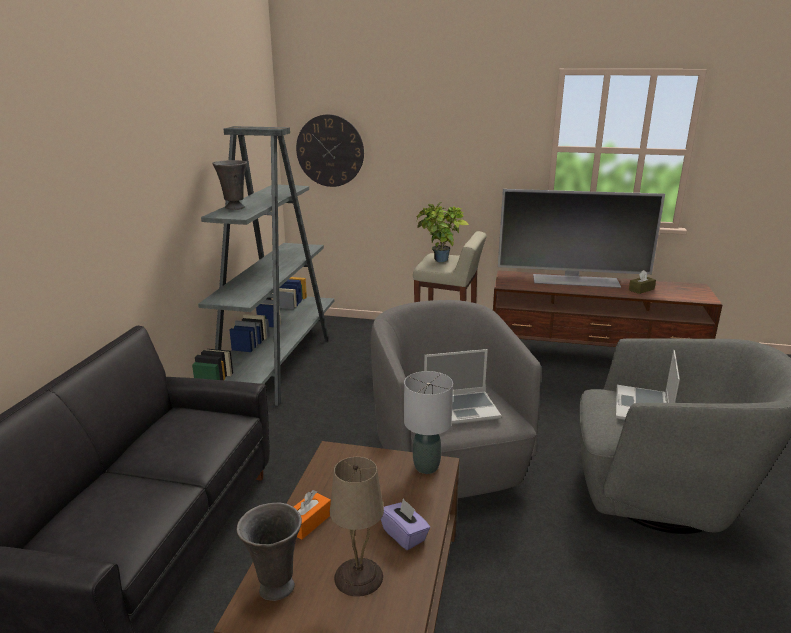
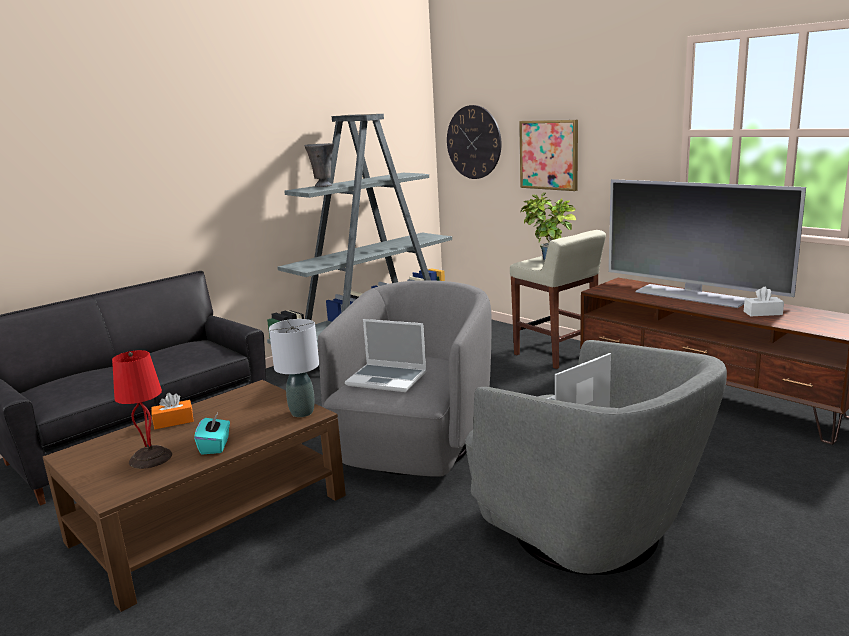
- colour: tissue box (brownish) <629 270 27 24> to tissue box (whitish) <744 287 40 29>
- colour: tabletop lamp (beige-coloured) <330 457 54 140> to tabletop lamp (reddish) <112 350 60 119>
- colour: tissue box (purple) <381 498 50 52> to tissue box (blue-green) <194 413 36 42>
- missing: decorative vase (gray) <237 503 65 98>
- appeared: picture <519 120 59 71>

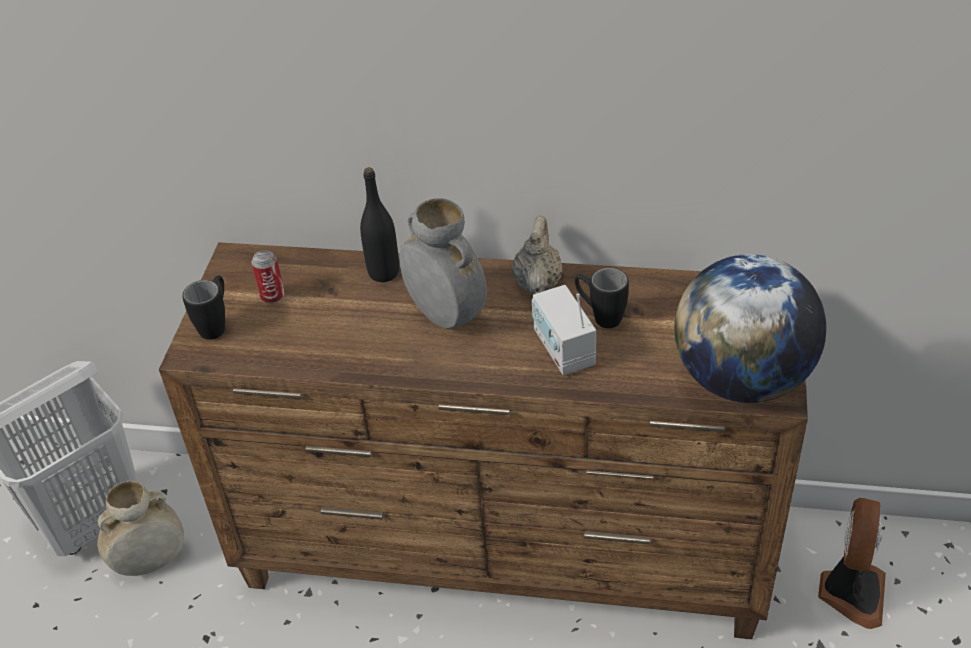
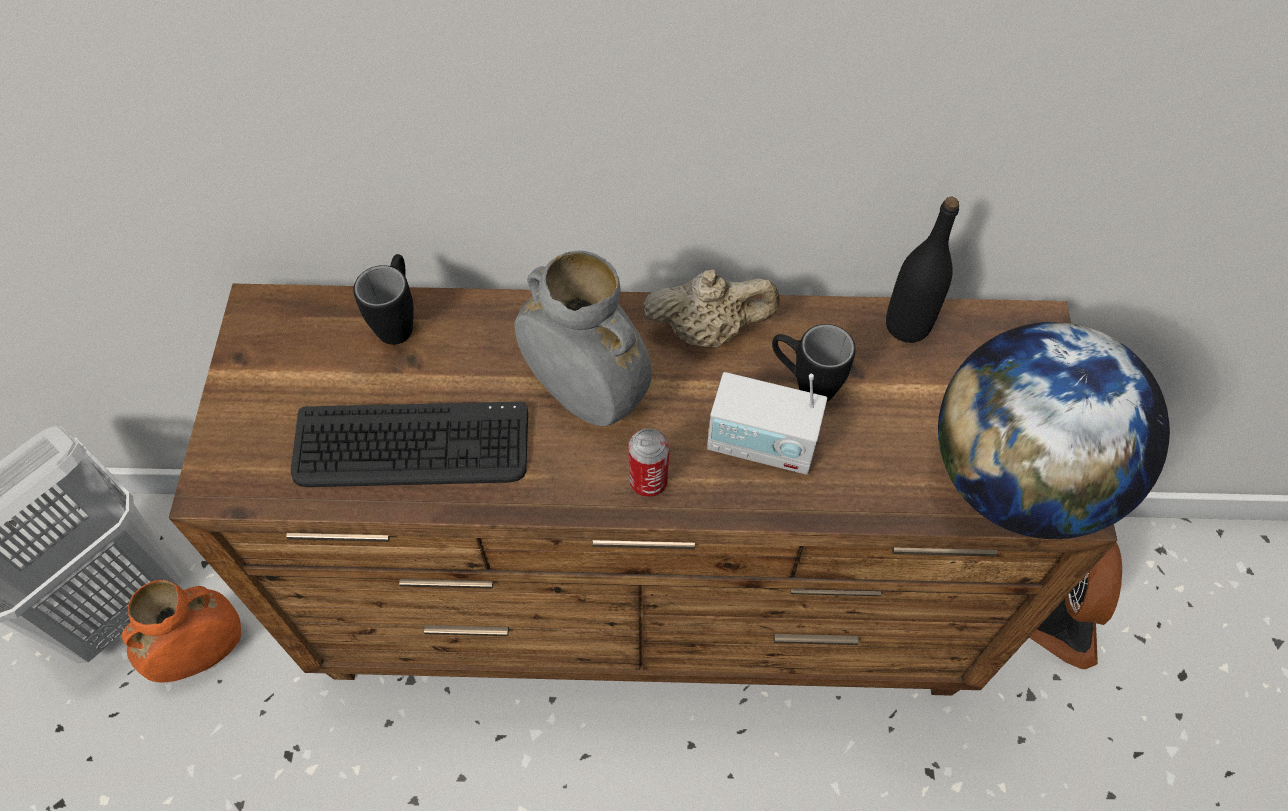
- relocated: beverage bottle (black-coloured) <360 167 39 115> to <886 197 73 146>
- spun: pot for tea (beige-coloured) <512 215 50 80> = <643 269 137 78> 90 degrees clockwise
- relocated: sealed can <251 250 34 53> to <628 428 42 69>
- relocated: mug (black-coloured) <182 276 43 64> to <354 254 60 91>
- spun: radio set <532 285 64 90> = <707 372 120 103> 45 degrees counterclockwise
- colour: decorative vase (beige-coloured) <97 481 87 95> to decorative vase (orange) <122 580 119 103>
- appeared: keyboard <291 402 237 85>

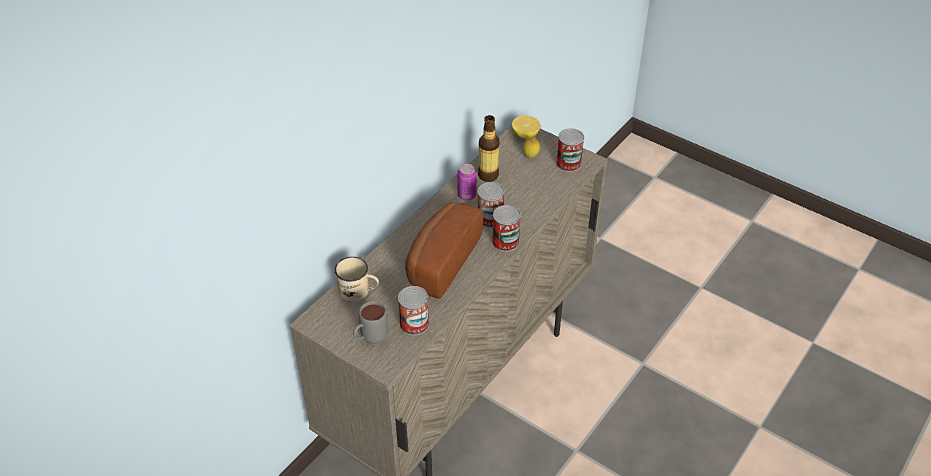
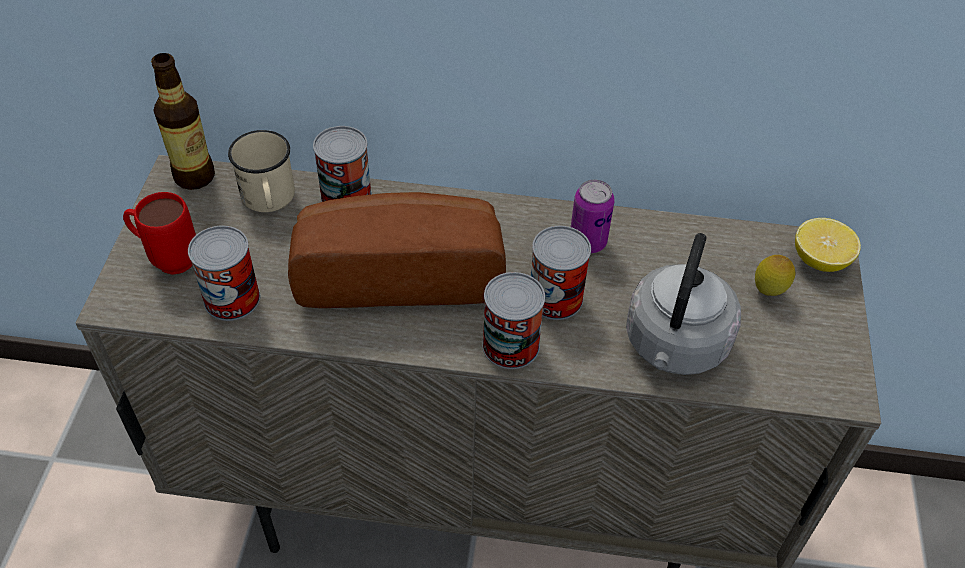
- relocated: beverage bottle <478 115 22 67> to <151 53 64 137>
- relocated: sealed can <556 128 28 44> to <313 126 59 76>
- colour: mug (gray) <353 301 35 44> to mug (reddish) <123 192 73 83>
- appeared: tea kettle (gray) <626 233 115 142>

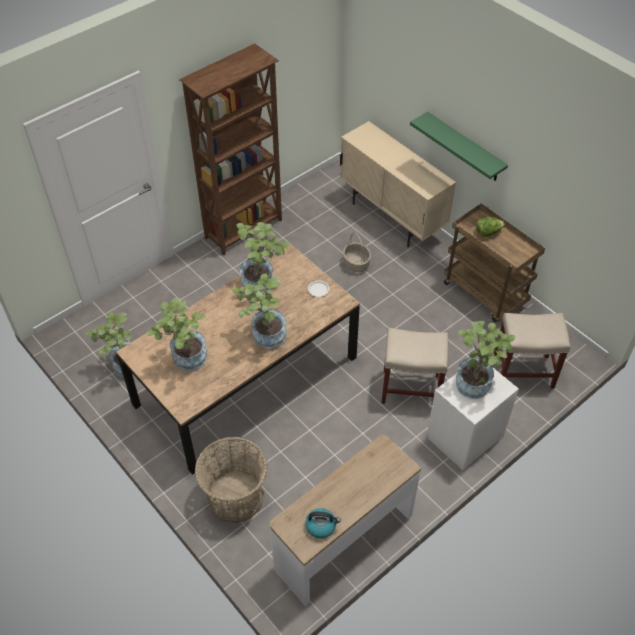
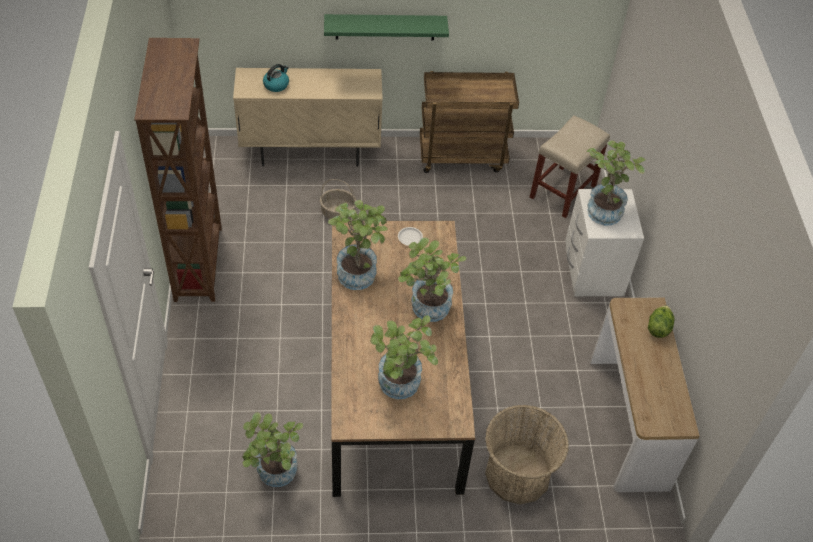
- relocated: lettuce <476 217 28 20> to <648 305 26 33>
- missing: stool (beige-coloured) <381 328 67 76>
- relocated: tea kettle <305 508 36 30> to <263 64 26 28>

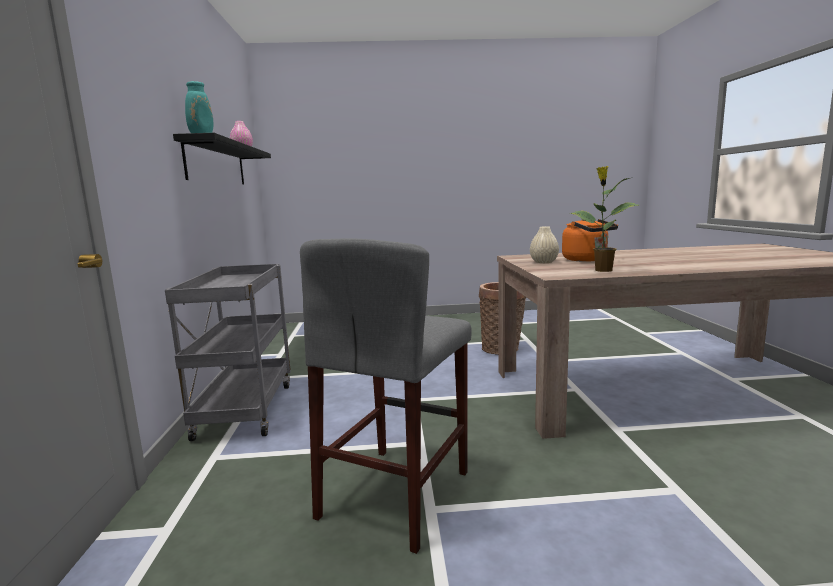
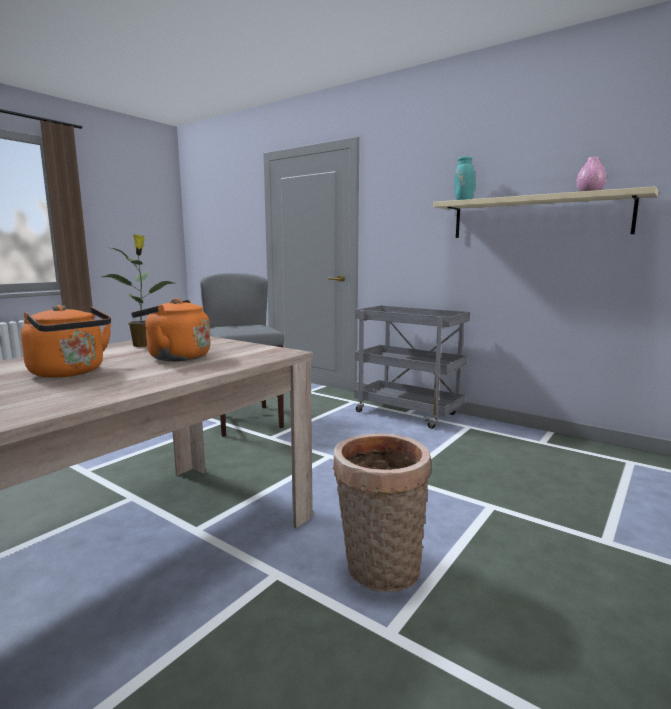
- colour: shelf (black-coloured) <173 133 98 52> to shelf (beige-coloured) <433 186 225 52>
- missing: decorative vase (beige-coloured) <530 226 29 37>
- appeared: tea kettle (orange) <21 305 90 73>

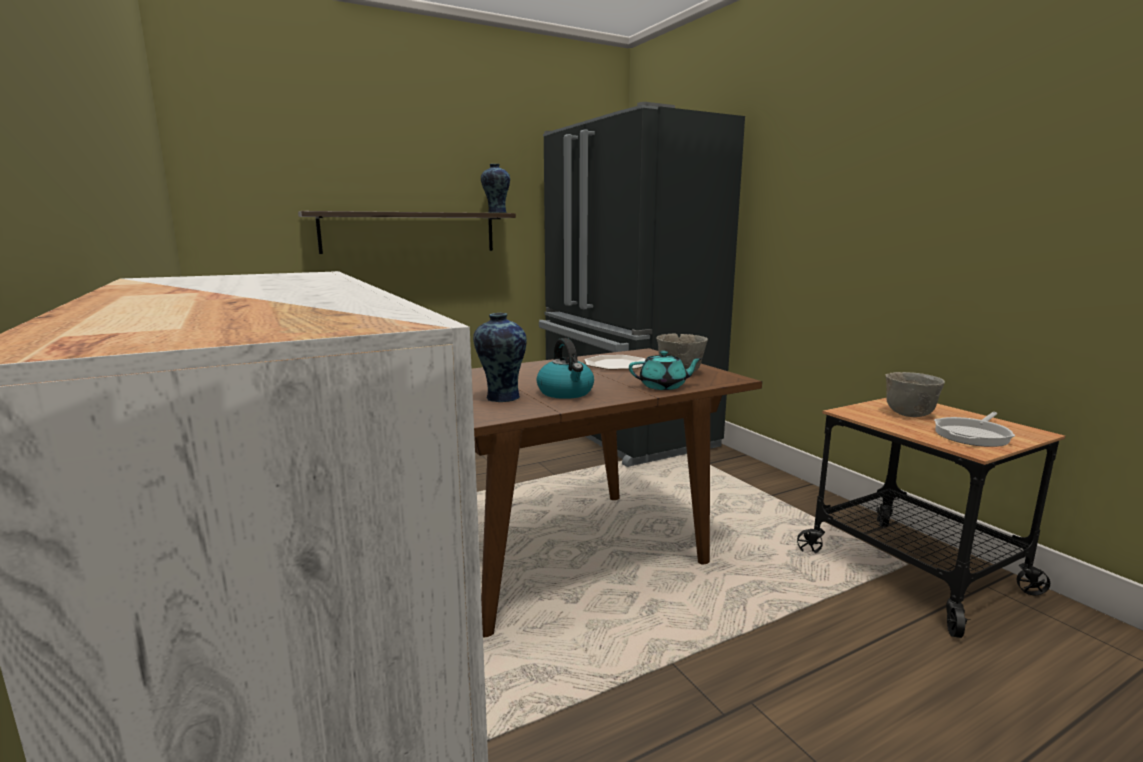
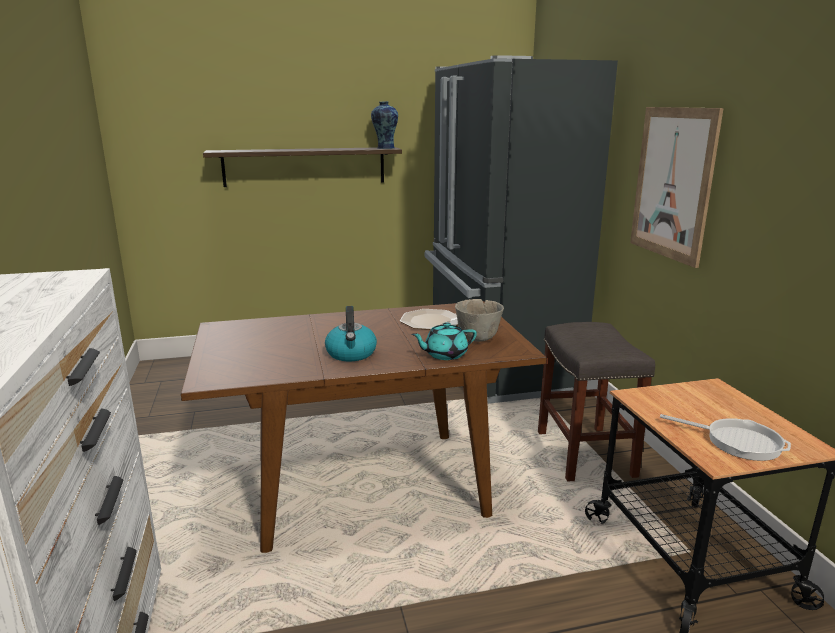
- missing: decorative vase <473 313 54 89>
- spun: pot for tea (blue-green) <629 351 74 39> = <411 322 66 38> 150 degrees clockwise
- missing: serving bowl (gray) <885 372 60 45>
- spun: pan <934 412 81 35> = <660 414 131 47> 120 degrees counterclockwise
- appeared: picture <630 107 94 161>
- appeared: stool (gray) <538 322 117 160>

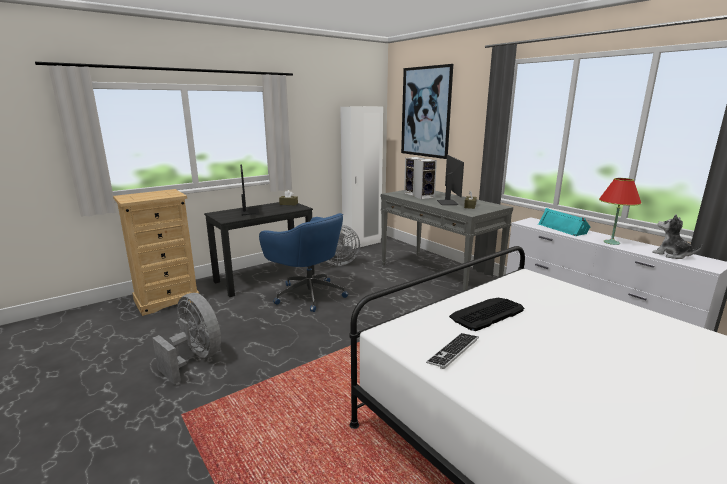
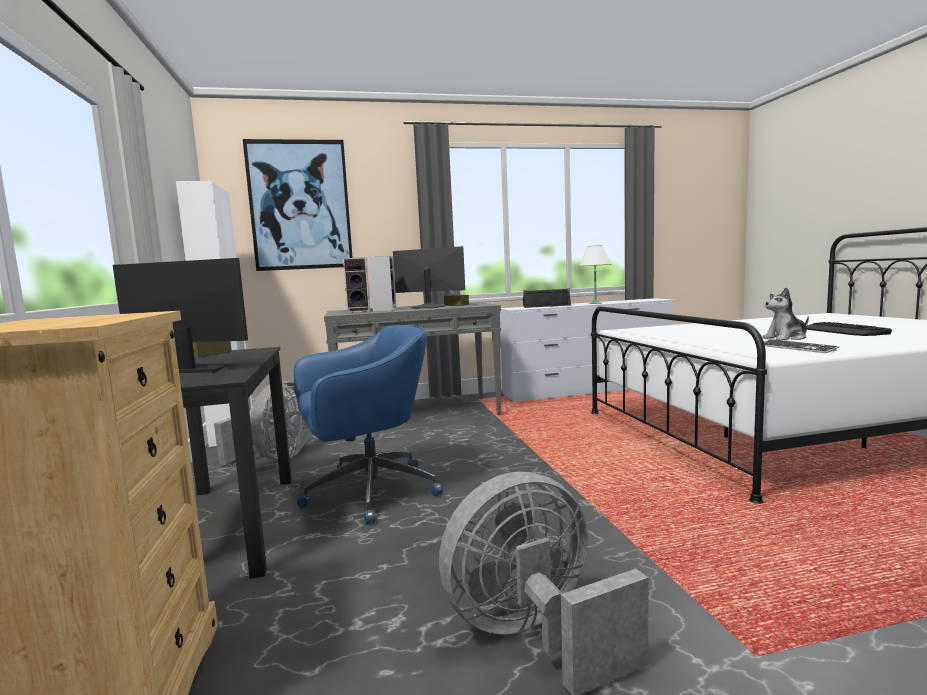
- colour: tabletop lamp (reddish) <599 178 43 67> to tabletop lamp (whitish) <579 245 33 59>
- colour: loudspeaker (blue-green) <538 208 53 28> to loudspeaker (black-coloured) <523 288 48 20>
- relocated: plush toy <652 214 50 45> to <762 287 47 53>
- relocated: keyboard <449 298 75 33> to <806 322 86 14>

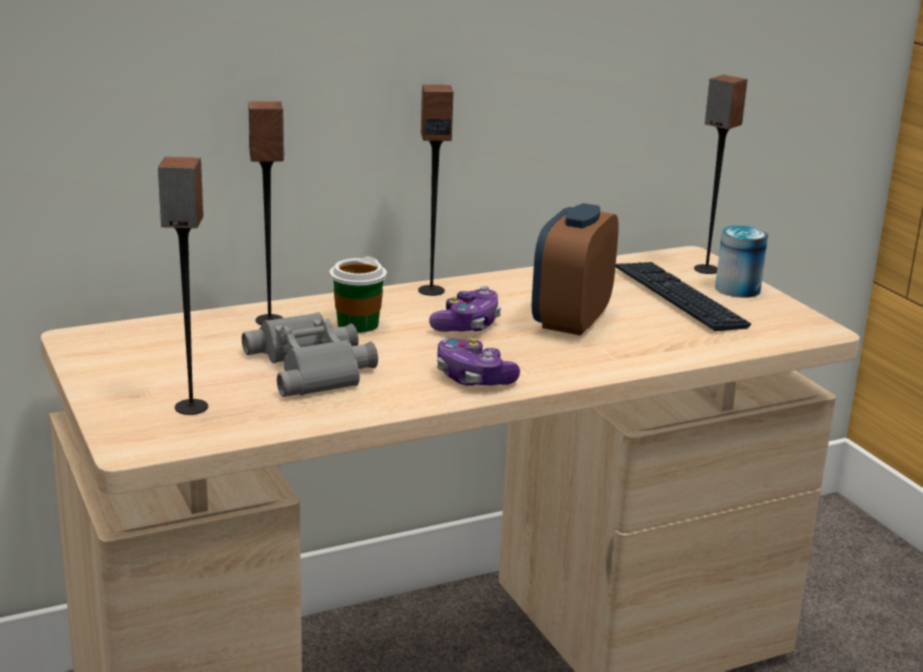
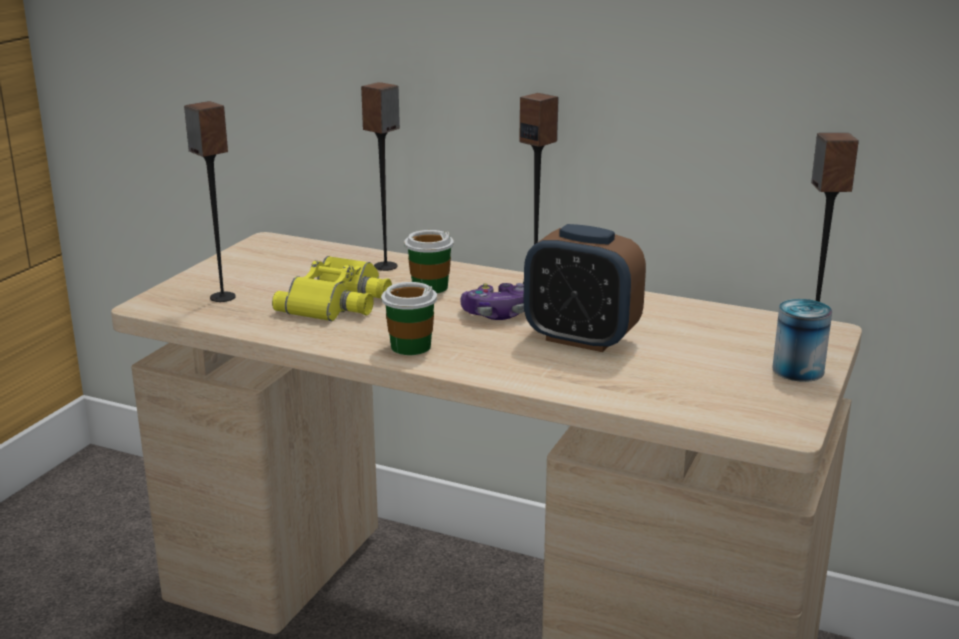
- spun: alarm clock <532 203 87 133> = <523 224 123 128> 135 degrees counterclockwise
- missing: keyboard <616 262 135 69>
- colour: field glasses (gray) <242 312 136 85> to field glasses (yellow-coloured) <272 256 120 65>
- exchanged: gamepad <437 338 83 48> to small cup <381 282 56 73>

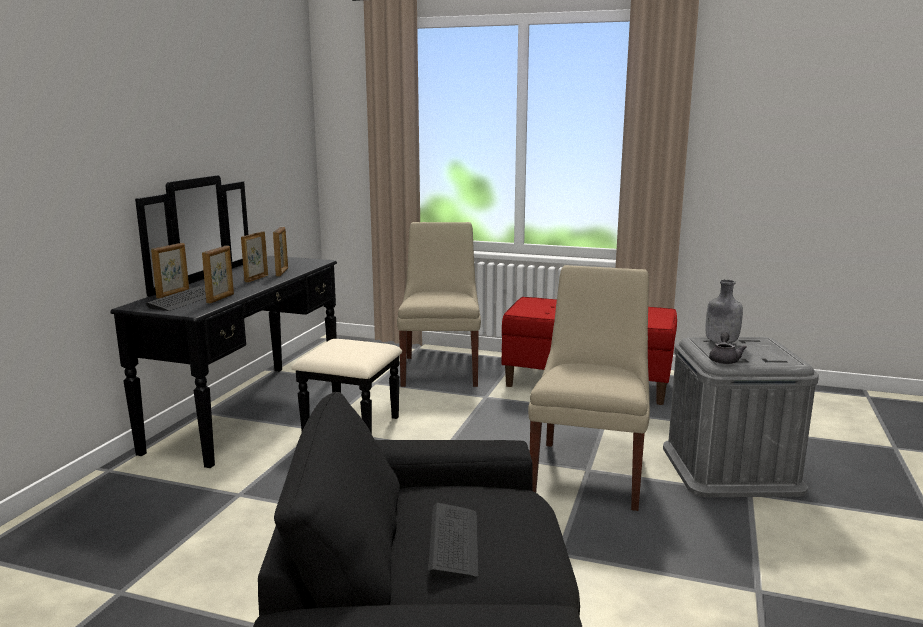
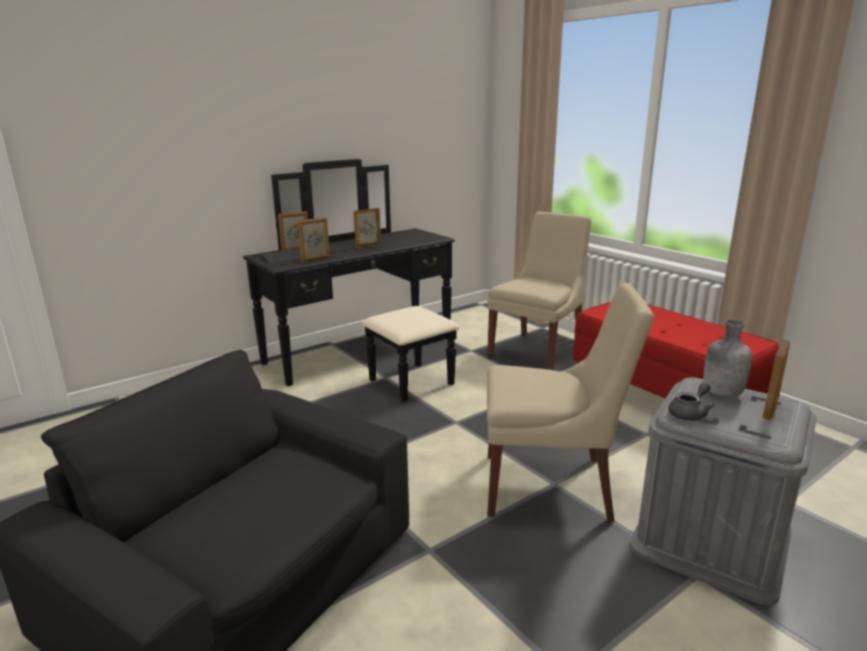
- relocated: picture frame <273 227 15 49> to <763 339 27 81>
- spun: plain chair (beige-coloured) <528 265 122 246> = <487 283 167 239> 45 degrees clockwise
- missing: keyboard <428 503 50 75>

